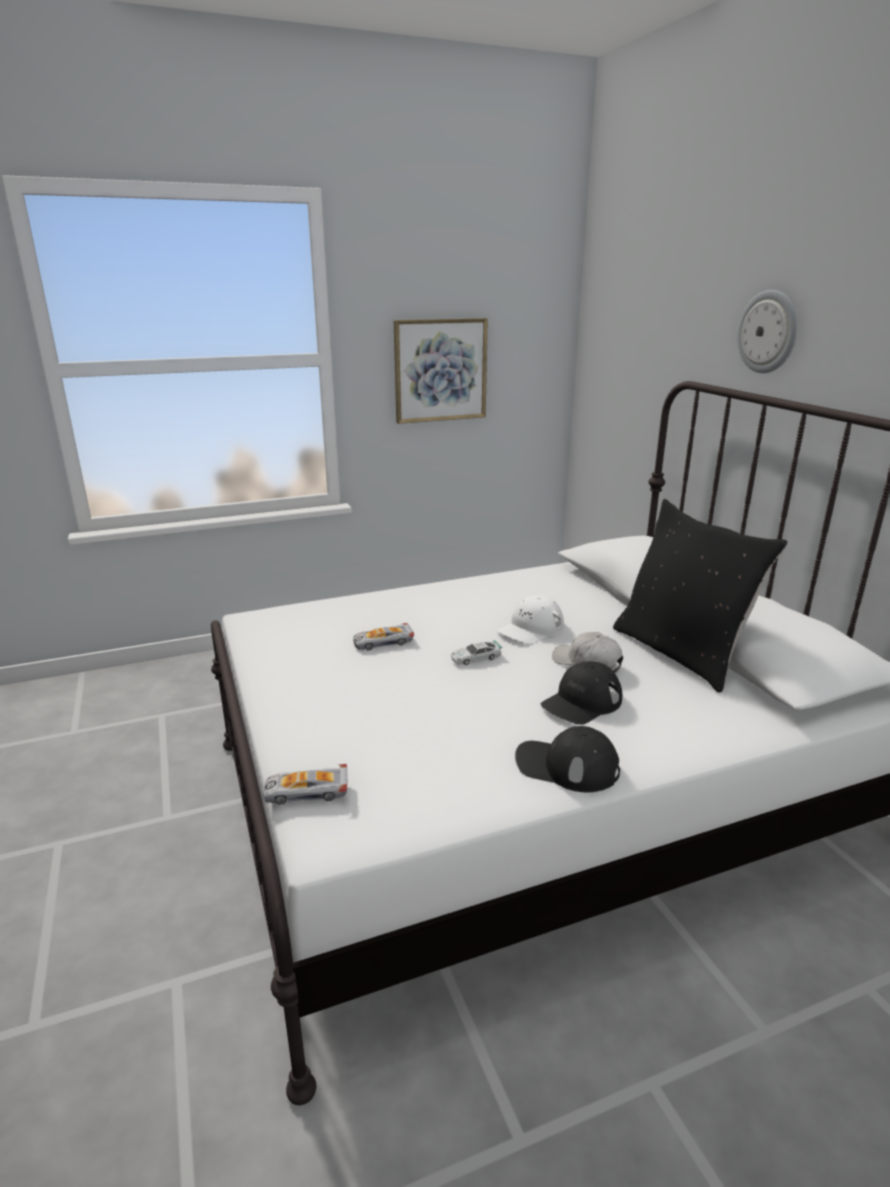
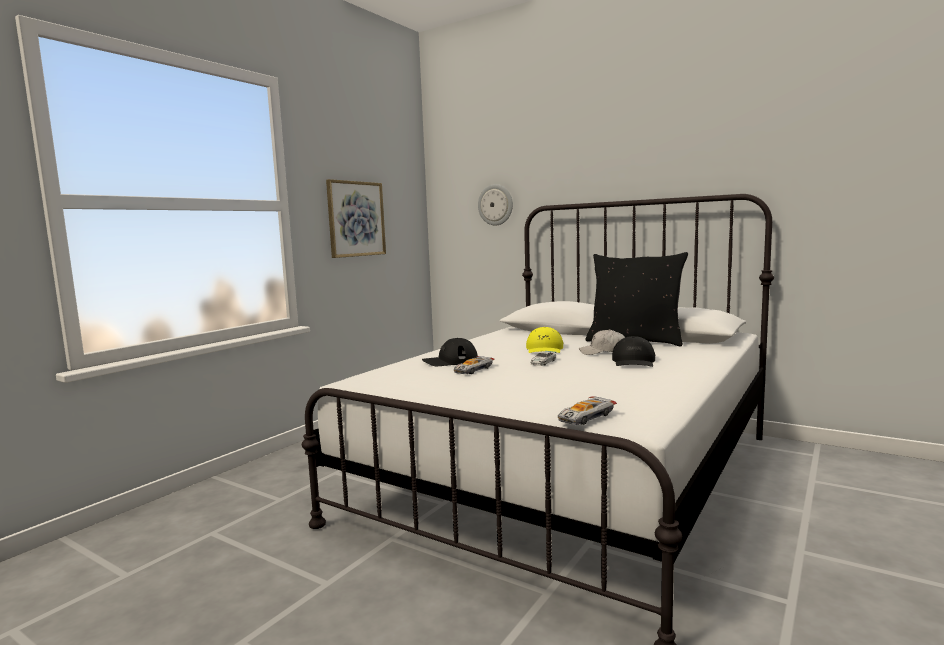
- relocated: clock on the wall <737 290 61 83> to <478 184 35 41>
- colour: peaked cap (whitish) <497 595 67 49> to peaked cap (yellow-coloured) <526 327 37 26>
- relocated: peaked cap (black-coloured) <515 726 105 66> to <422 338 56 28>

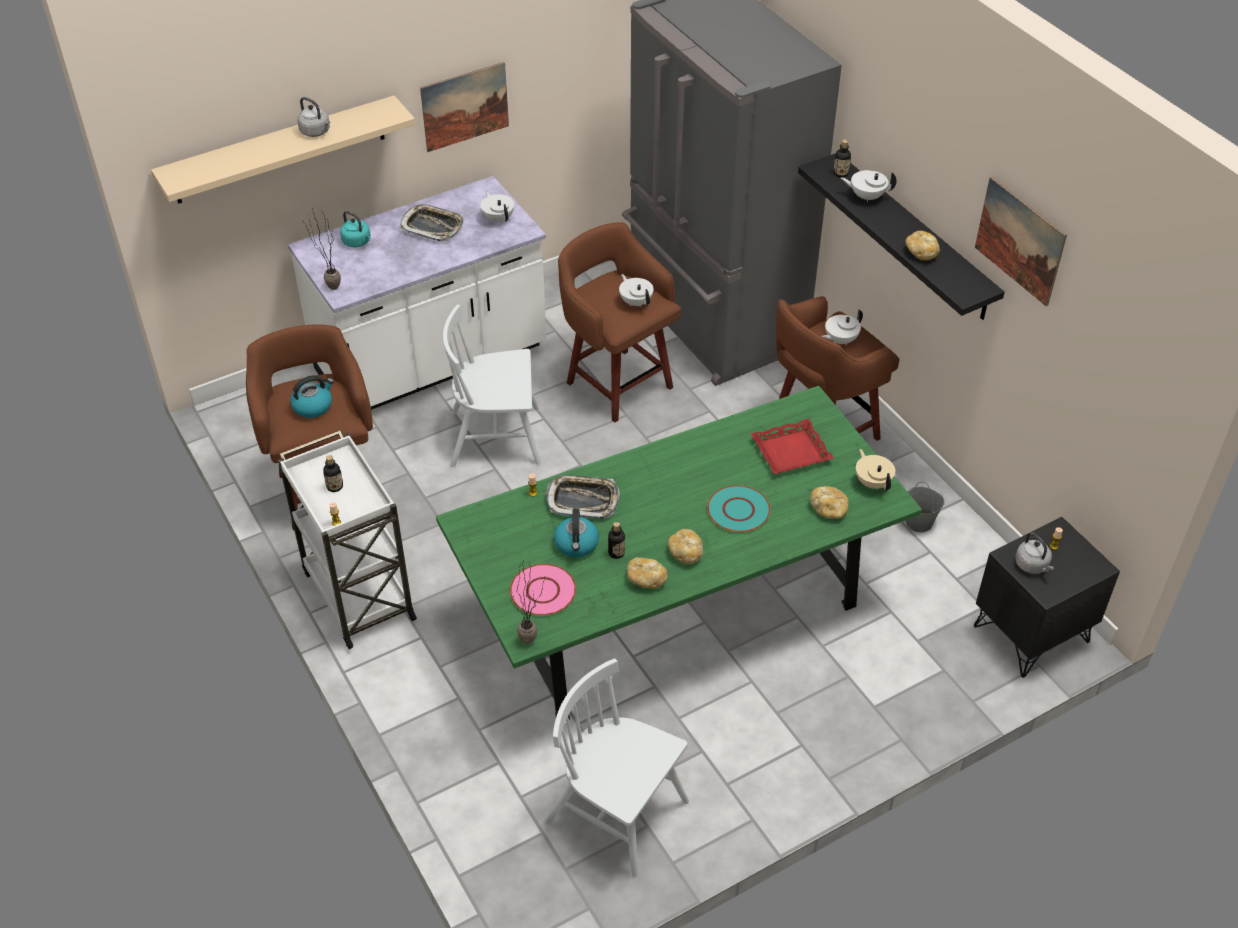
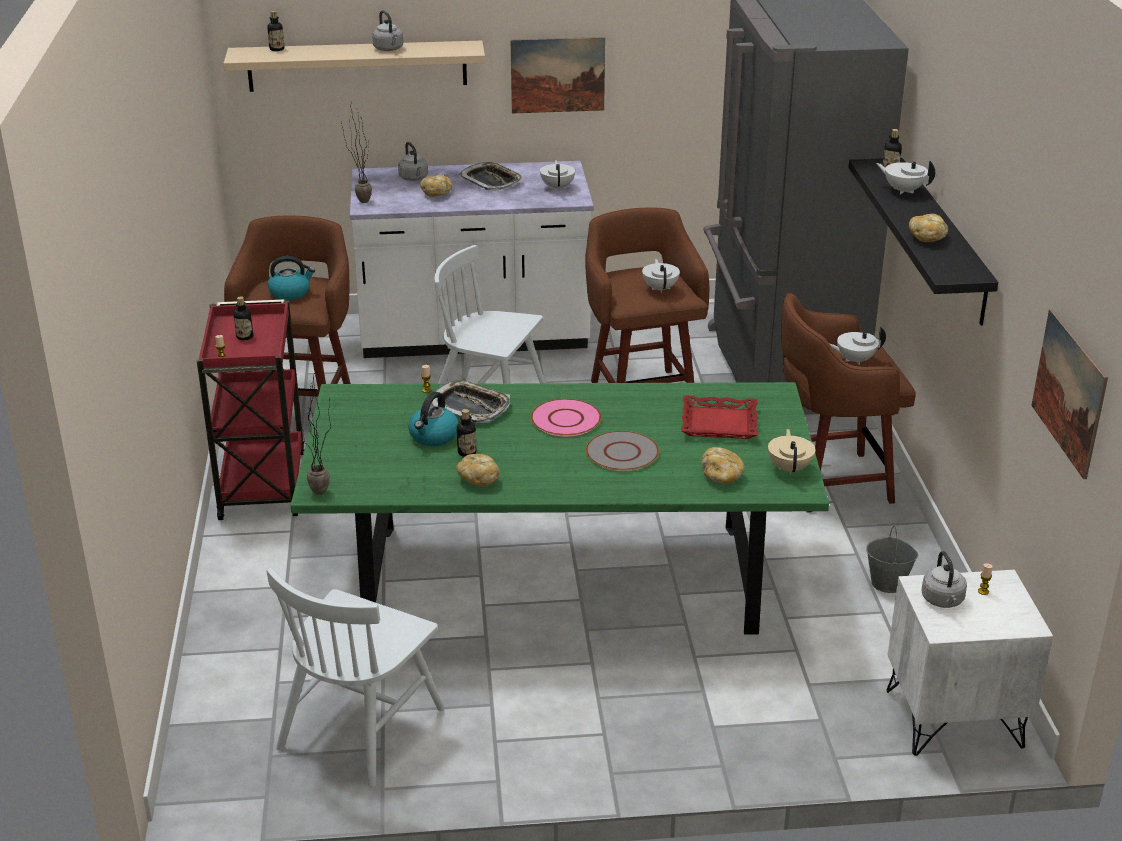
- relocated: picture <975 177 92 129> to <1031 309 77 170>
- colour: tea kettle (blue-green) <340 211 31 37> to tea kettle (gray) <398 142 30 39>
- colour: wheeled cart (whitish) <278 431 139 218> to wheeled cart (reddish) <197 299 107 221>
- colour: dinner plate (blue-green) <707 485 64 47> to dinner plate (gray) <586 431 73 40>
- colour: night table (black-coloured) <974 517 146 161> to night table (whitish) <887 570 166 186>
- relocated: baked bread <668 529 35 35> to <420 174 32 23>
- relocated: dinner plate (pink) <510 564 66 52> to <531 399 70 37>
- spun: plain chair (whitish) <544 658 145 220> = <266 568 178 219> 120 degrees counterclockwise
- appeared: beverage bottle <267 11 17 40>

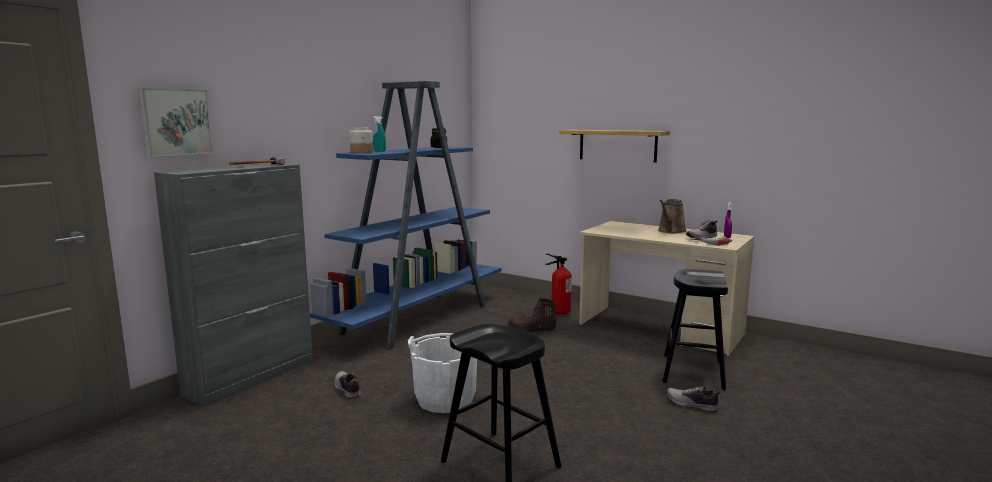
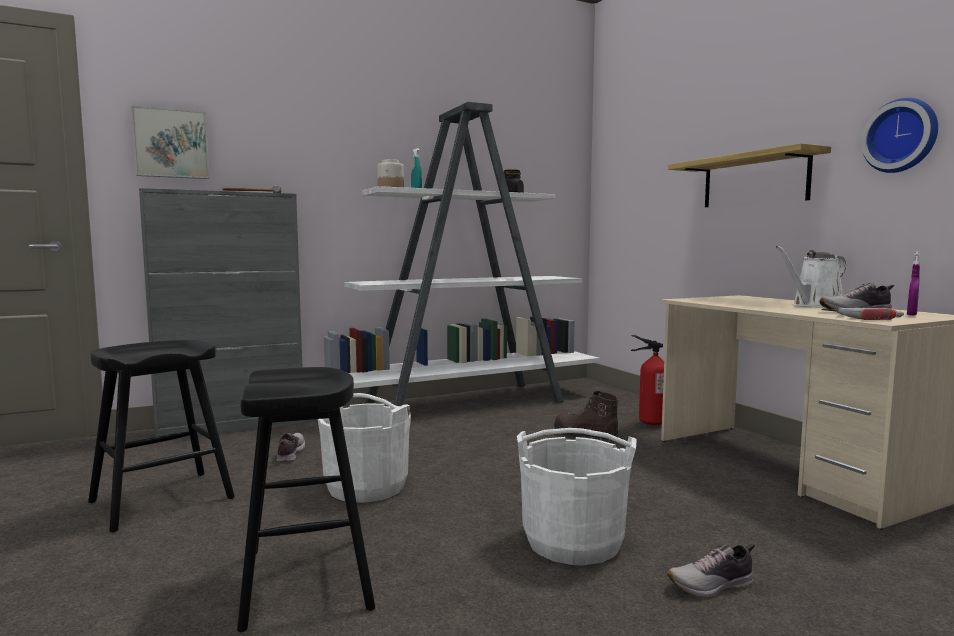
- colour: shelving unit (blue-coloured) <310 81 192 269> to shelving unit (whitish) <324 102 276 305>
- colour: watering can (brownish) <658 199 29 34> to watering can (whitish) <775 246 71 61>
- relocated: stool (black-coloured) <662 269 66 121> to <88 340 147 193>
- spun: low shoe <667 386 54 25> = <667 543 88 55> 75 degrees counterclockwise
- appeared: clock on the wall <861 98 77 75>
- appeared: pail (whitish) <517 428 120 137>

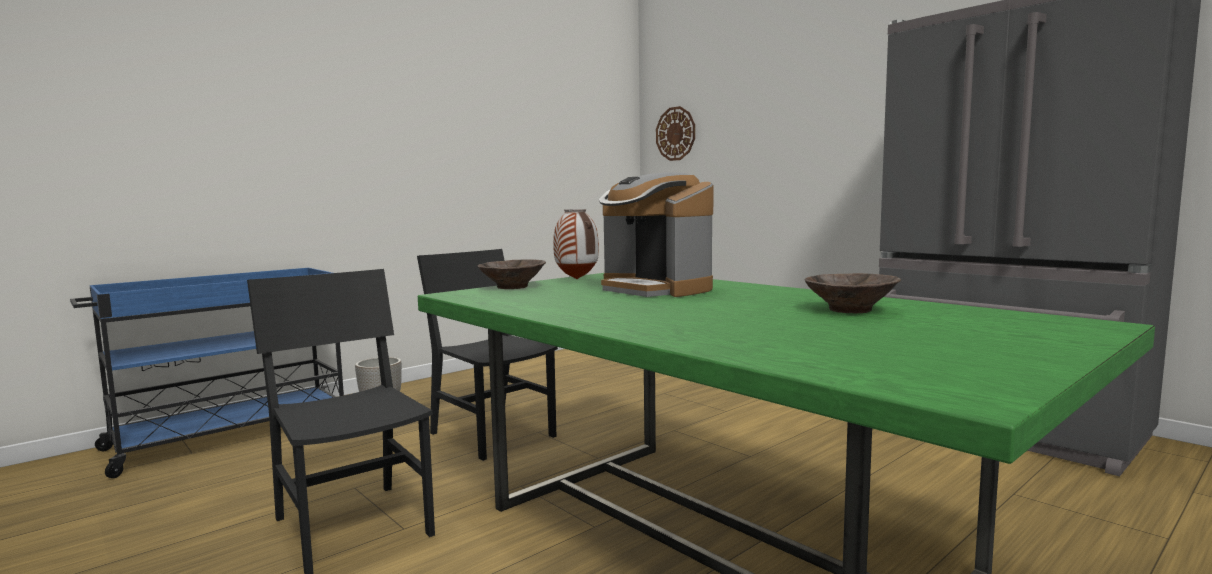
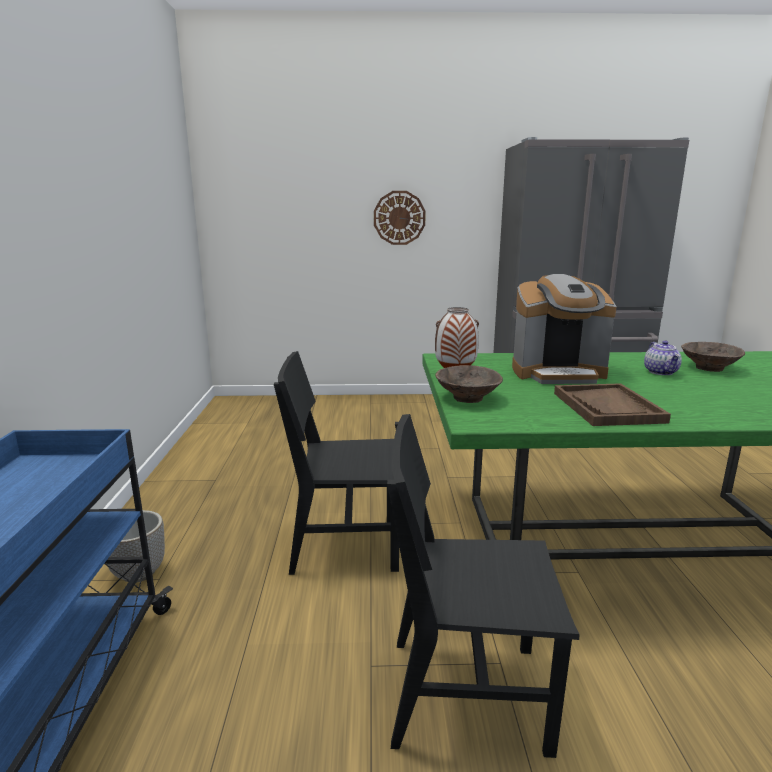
- relocated: clock on the wall <656 106 39 55> to <374 191 52 54>
- appeared: pot for tea <644 341 38 34>
- appeared: carrying tray (brownish) <554 383 117 43>

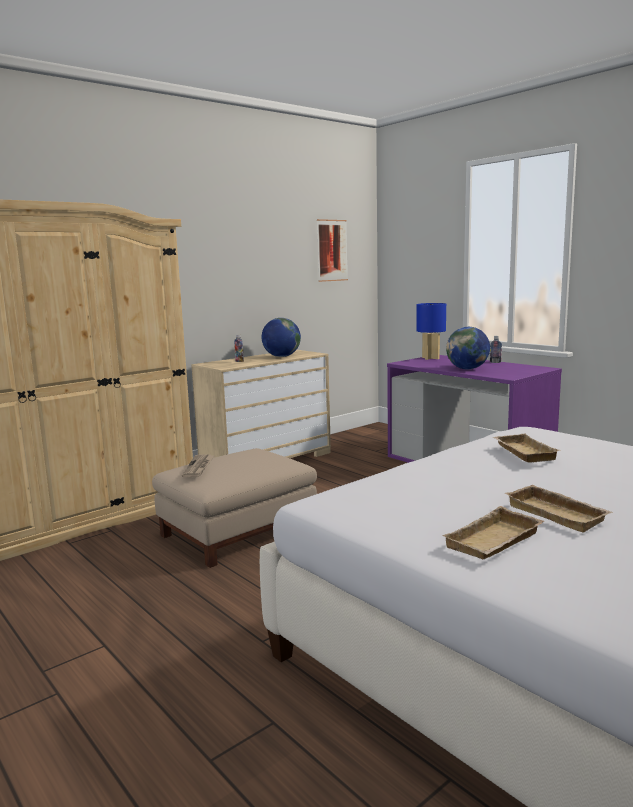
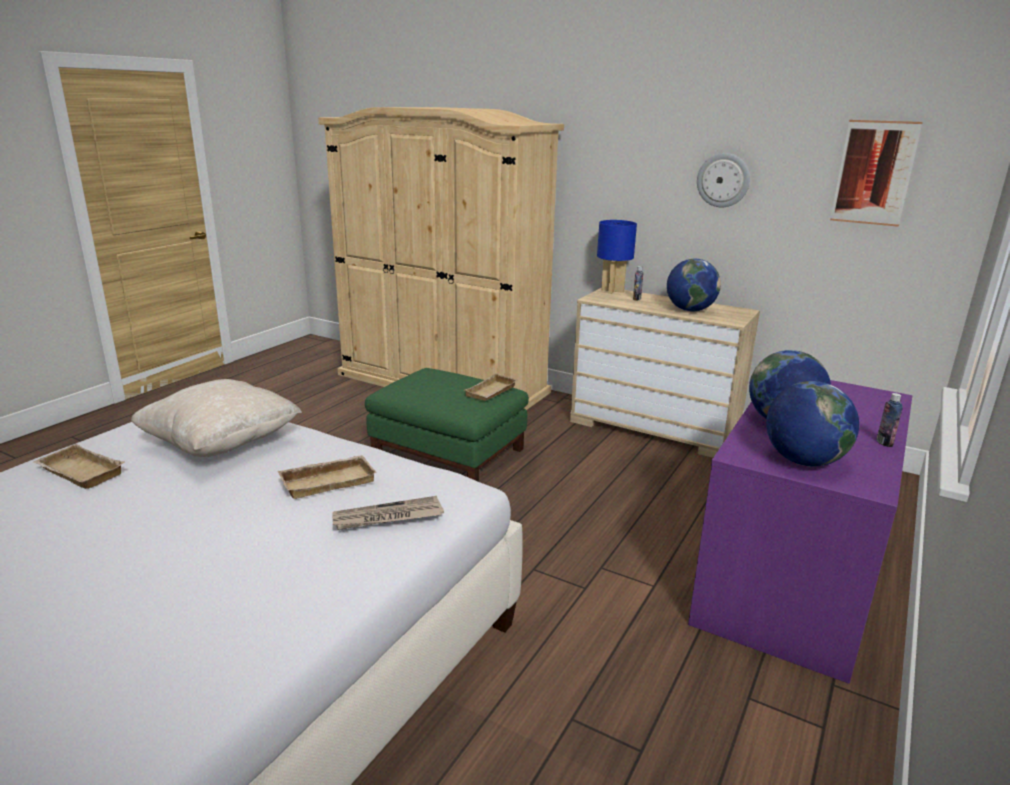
- relocated: tabletop lamp (blue-coloured) <416 303 30 57> to <597 220 40 74>
- colour: ottoman (beige-coloured) <152 448 165 120> to ottoman (green-coloured) <365 368 164 114>
- relocated: daily paper <182 454 32 23> to <332 496 112 34>
- relocated: carrying tray (beige-coloured) <505 485 108 48> to <465 373 53 28>
- appeared: clock on the wall <697 153 53 55>
- appeared: throw pillow (beige-coloured) <131 379 171 78>
- appeared: globe <766 381 93 86>

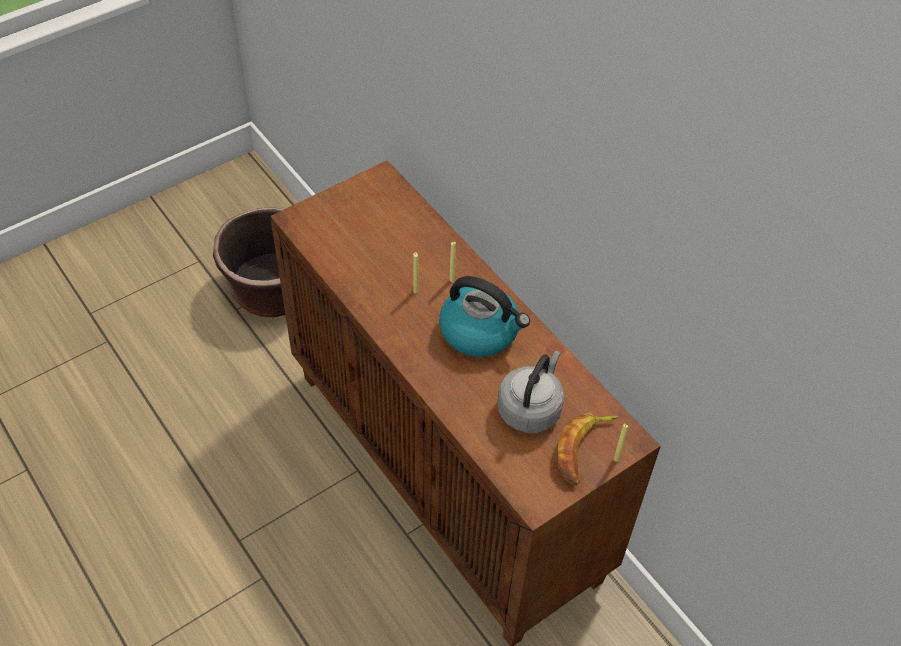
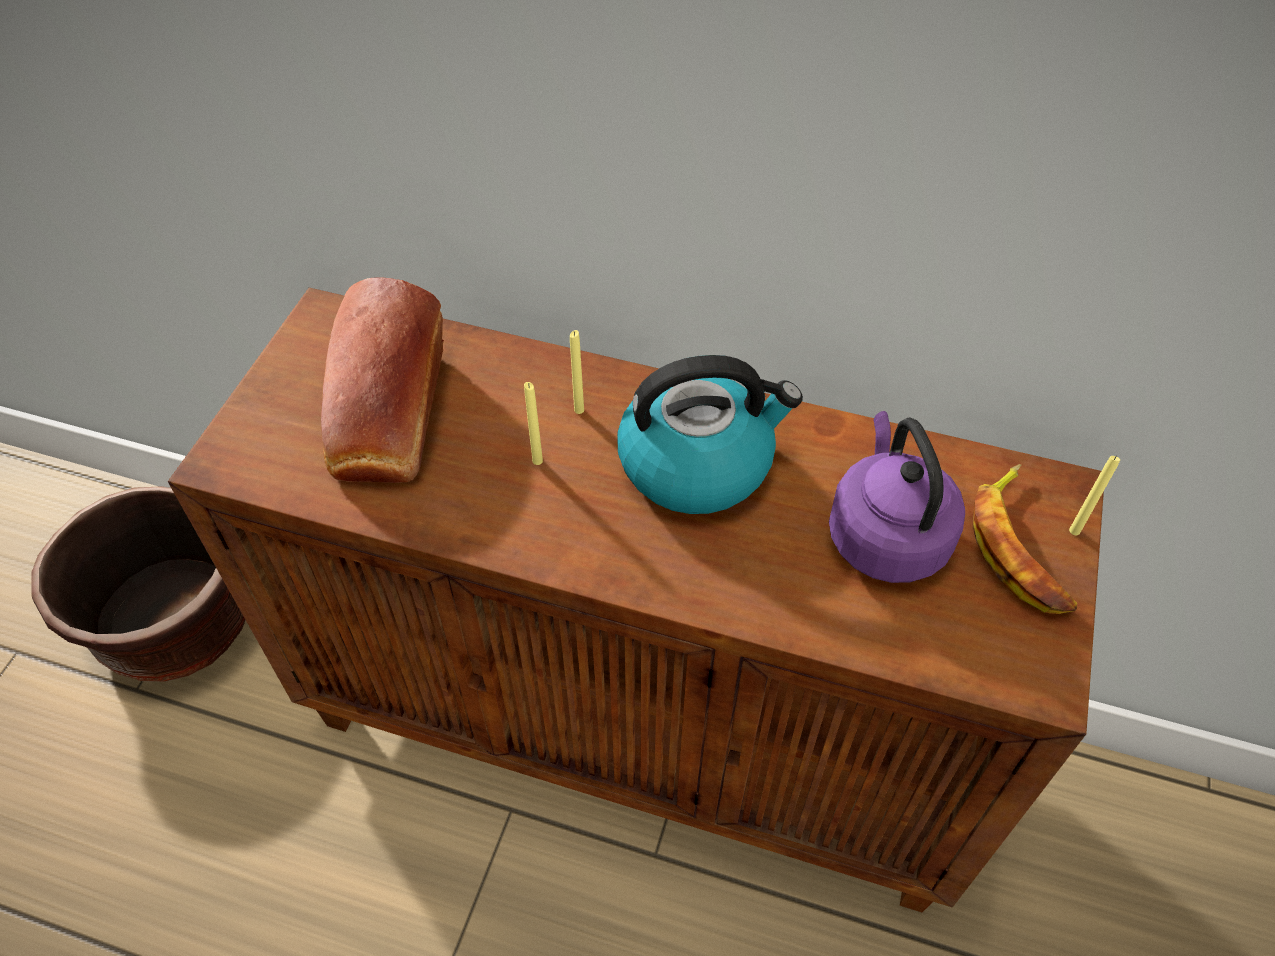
- colour: tea kettle (gray) <498 351 66 82> to tea kettle (purple) <829 411 136 172>
- appeared: baked bread <321 277 123 206>

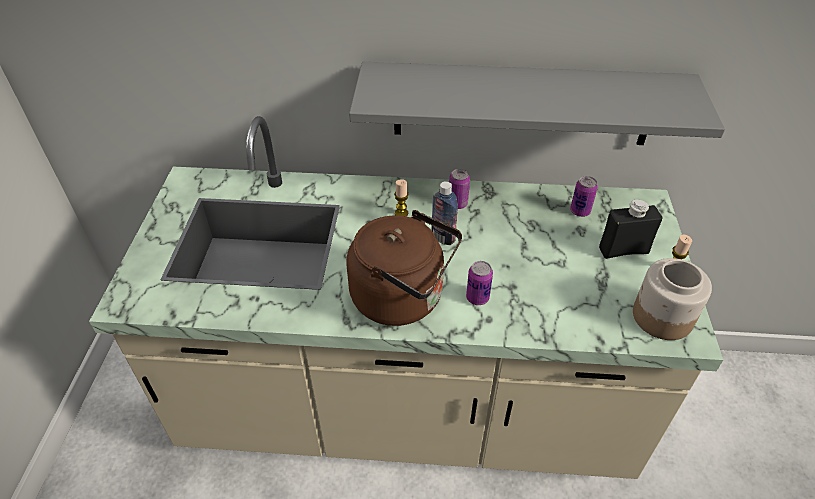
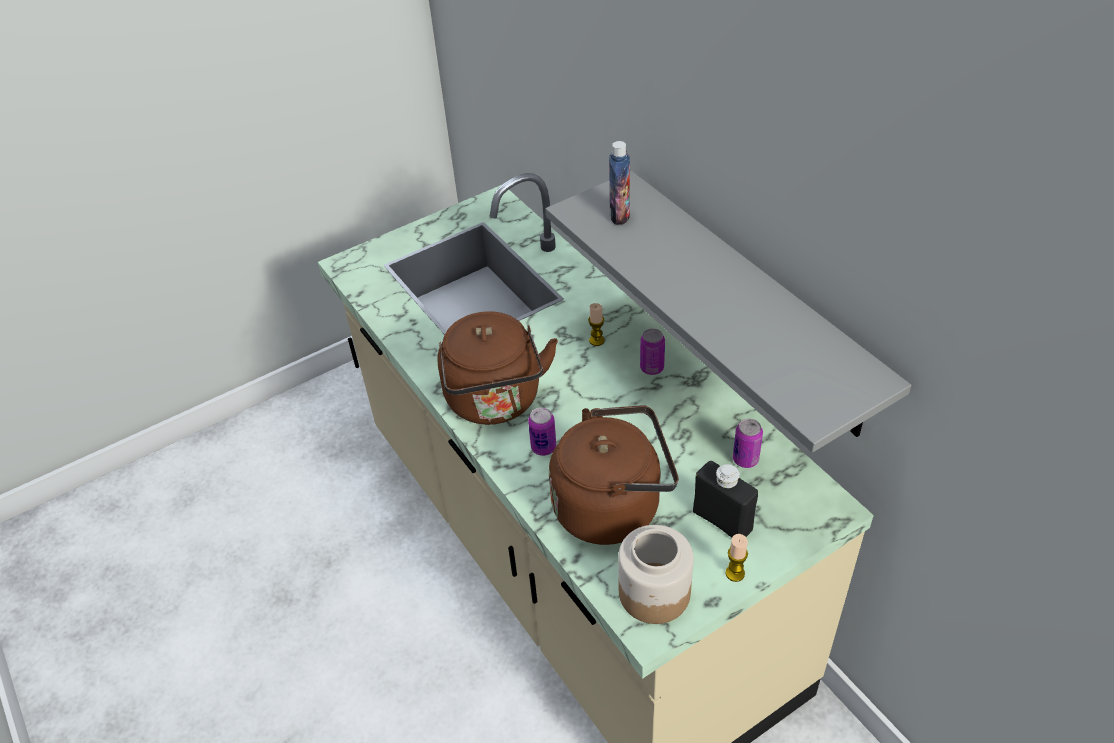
- relocated: beverage bottle <432 181 26 64> to <609 141 21 84>
- appeared: tea kettle (brownish) <549 405 129 140>

